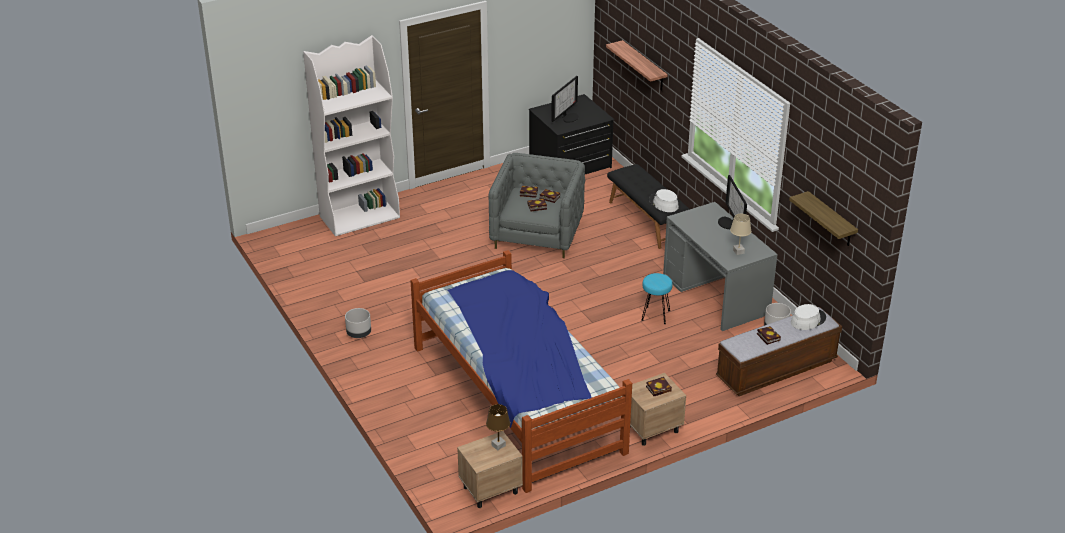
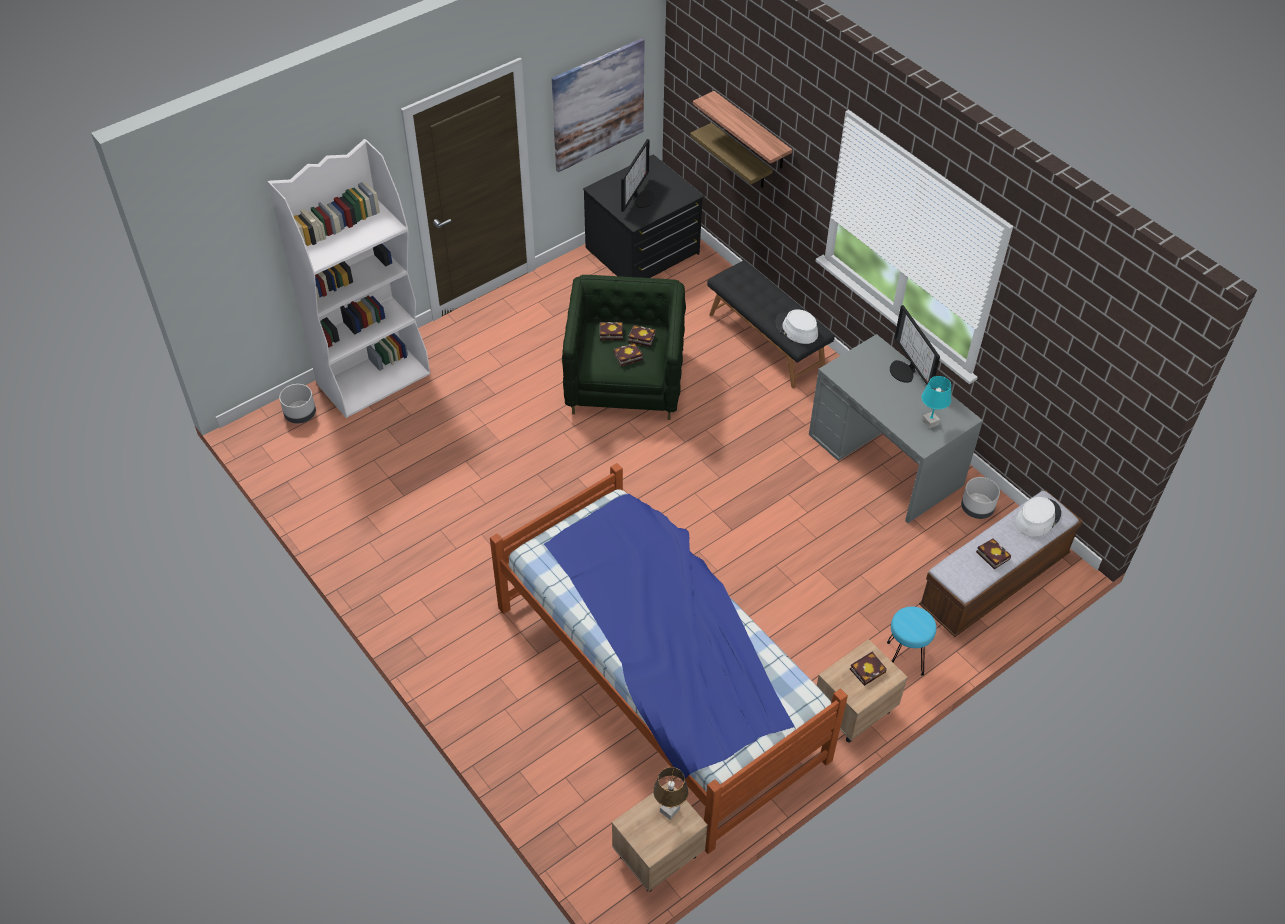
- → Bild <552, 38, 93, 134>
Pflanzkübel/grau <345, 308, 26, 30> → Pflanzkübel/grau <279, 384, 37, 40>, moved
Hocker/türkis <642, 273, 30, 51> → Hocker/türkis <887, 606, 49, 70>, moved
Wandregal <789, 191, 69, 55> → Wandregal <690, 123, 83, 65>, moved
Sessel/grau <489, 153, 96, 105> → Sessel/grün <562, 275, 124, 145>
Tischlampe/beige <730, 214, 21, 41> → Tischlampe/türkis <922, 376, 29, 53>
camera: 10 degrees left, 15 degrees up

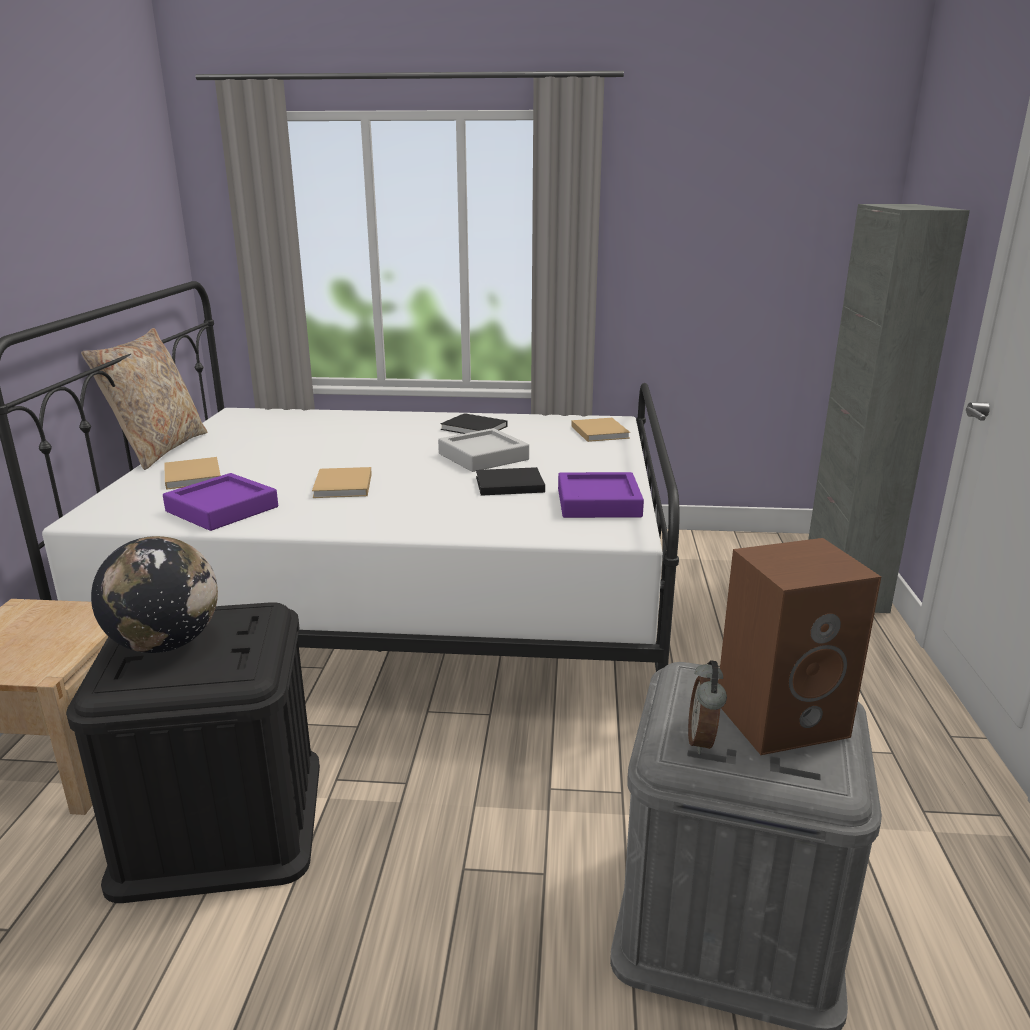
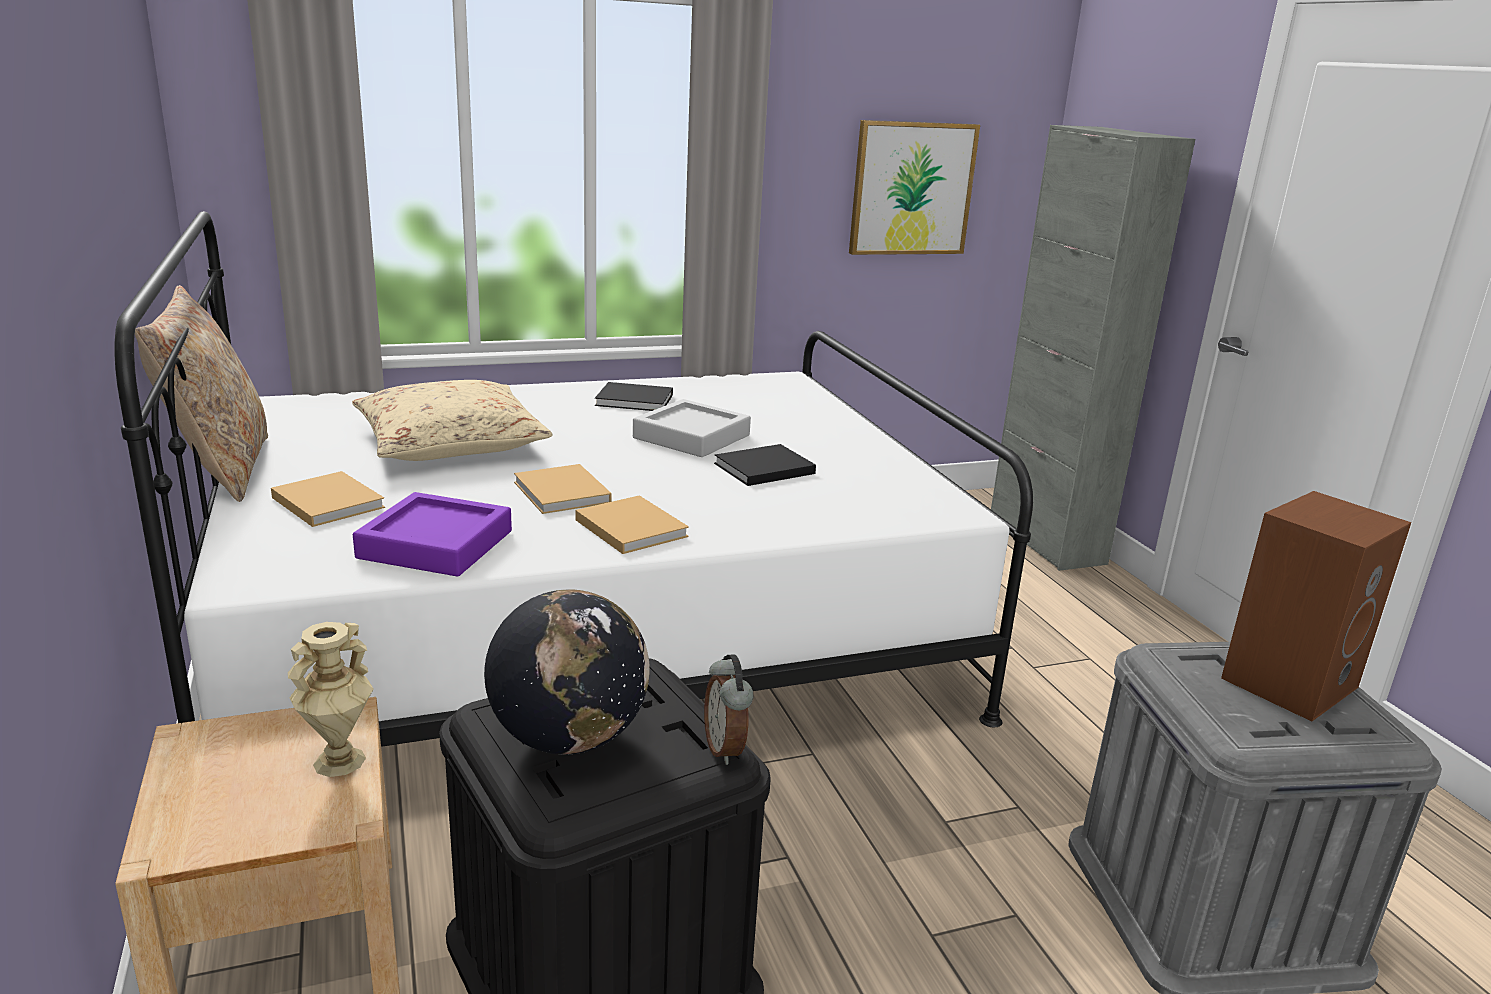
Tablett/lila <558, 472, 86, 46> → -
- → Vase/beige <288, 622, 85, 155>
- → Kissen/beige <352, 380, 200, 81>
- → Bild <849, 120, 131, 135>
Buch/beige <571, 418, 59, 24> → Buch/beige <575, 495, 114, 59>, moved
Wecker <688, 660, 39, 94> → Wecker <704, 655, 49, 110>, moved
camera: 25 degrees left, 0 degrees up

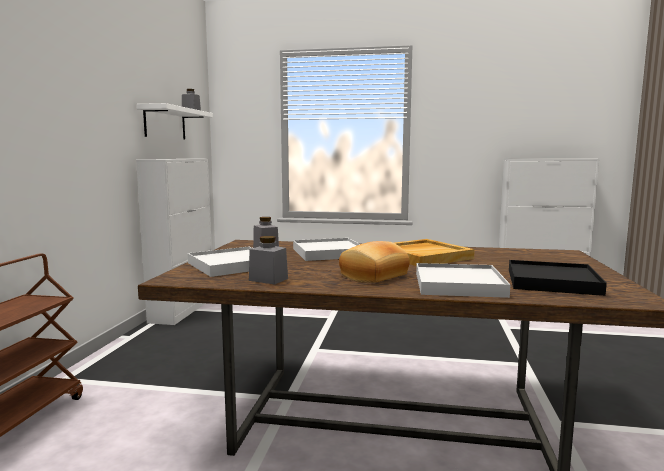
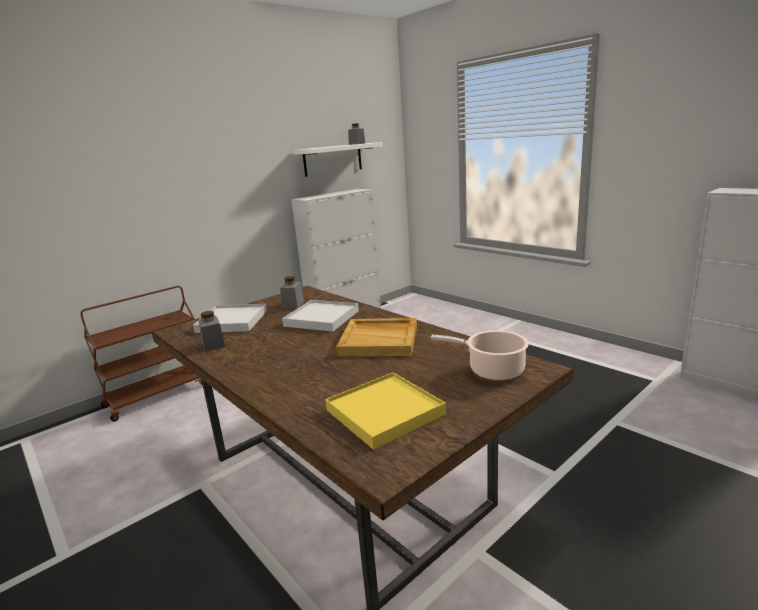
Brot <339, 241, 71, 42> → -
Tablett/weiß <416, 263, 95, 35> → -
- → Kochtopf <431, 330, 98, 50>
Tablett/schwarz <509, 260, 98, 36> → Tablett/gelb <325, 372, 121, 78>
camera: 40 degrees right, 10 degrees up

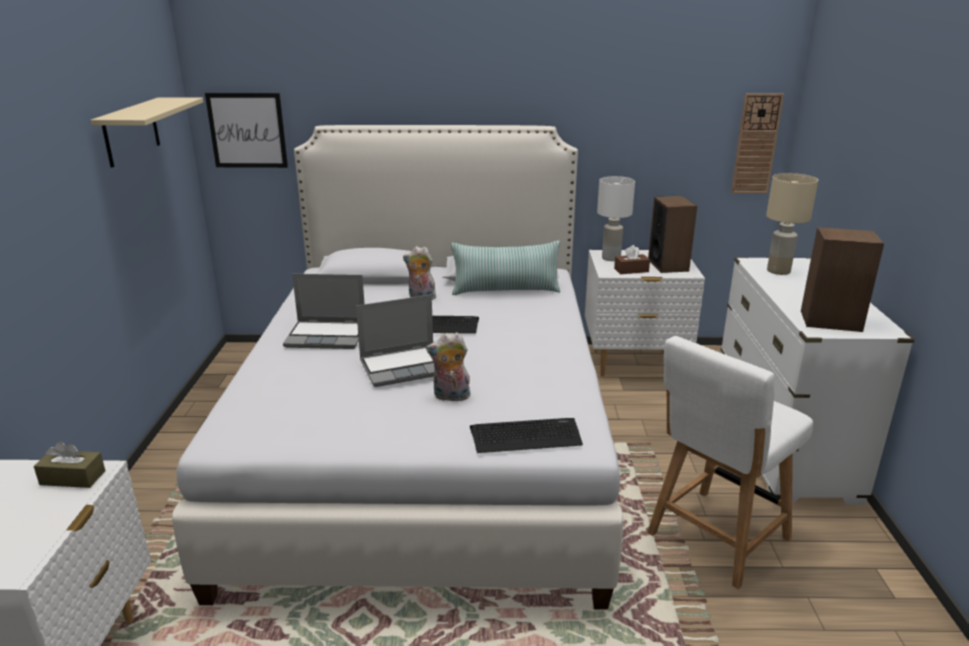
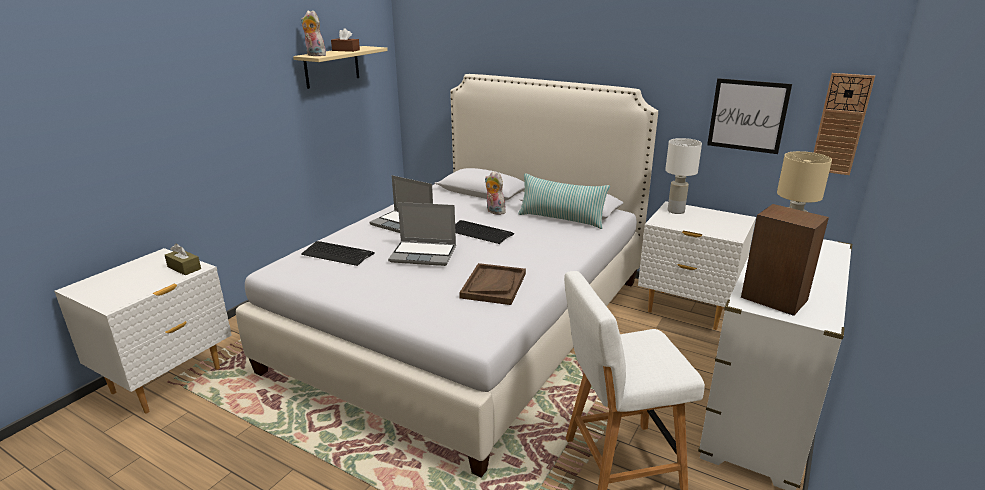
Lautsprecher <648, 196, 49, 77> → -
- → Tablett/braun <459, 263, 67, 42>
Bild <205, 93, 83, 75> → Bild <707, 78, 85, 76>, moved
Plüschtier <426, 332, 44, 69> → Plüschtier <301, 10, 25, 47>, moved
Tastatur <470, 418, 113, 35> → Tastatur <301, 241, 74, 25>, moved
Taschentuchbox/braun <614, 245, 36, 29> → Taschentuchbox/braun <331, 28, 29, 24>, moved
camera: 30 degrees right, 0 degrees up

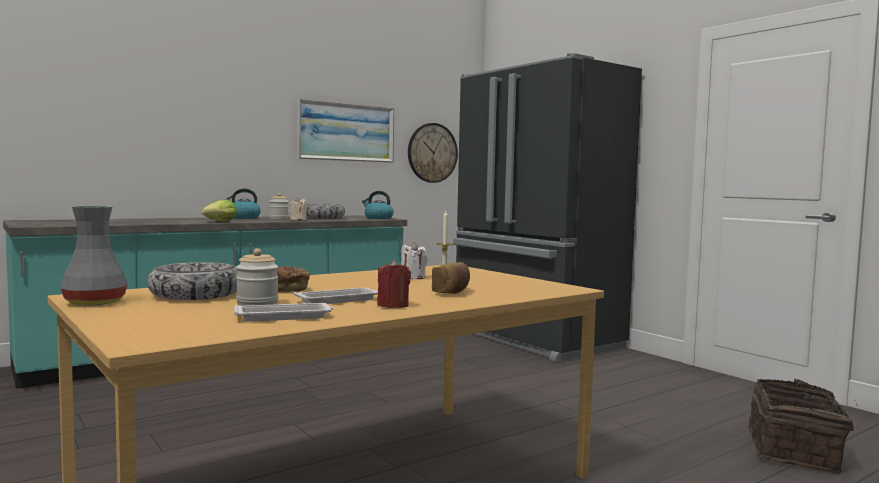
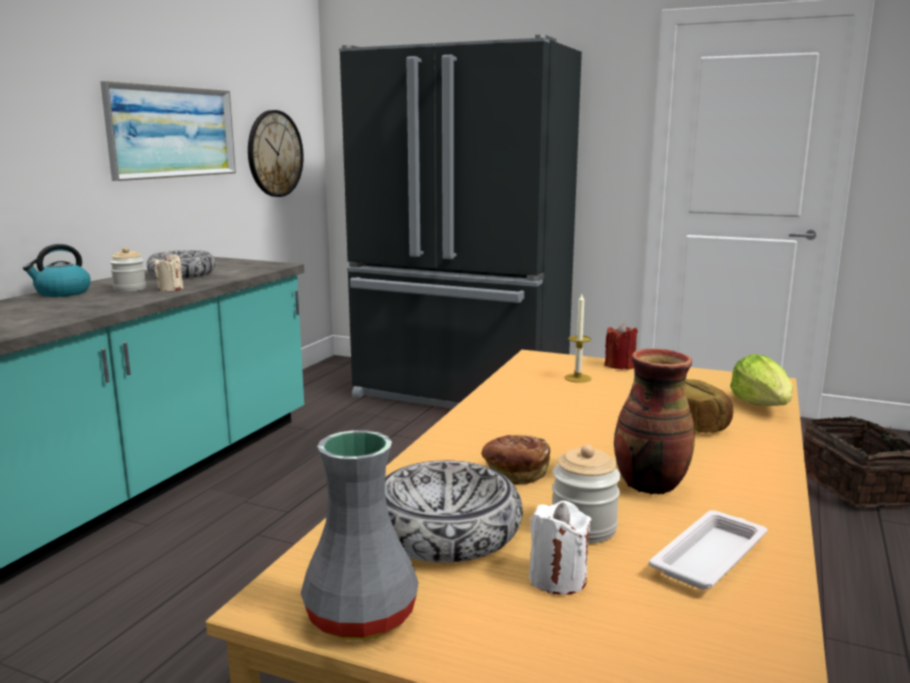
Wasserkessel <362, 191, 32, 28> → -
Salatkopf <201, 199, 36, 23> → Salatkopf <730, 354, 63, 52>, moved
Kerze/rot <377, 260, 34, 48> → Kerze/rot <605, 323, 33, 47>, moved
Kerze/weiß <401, 242, 27, 37> → Kerze/weiß <529, 501, 62, 94>, moved
Tablett/weiß <294, 288, 84, 16> → Vase <614, 349, 81, 145>
camera: 30 degrees left, 10 degrees up

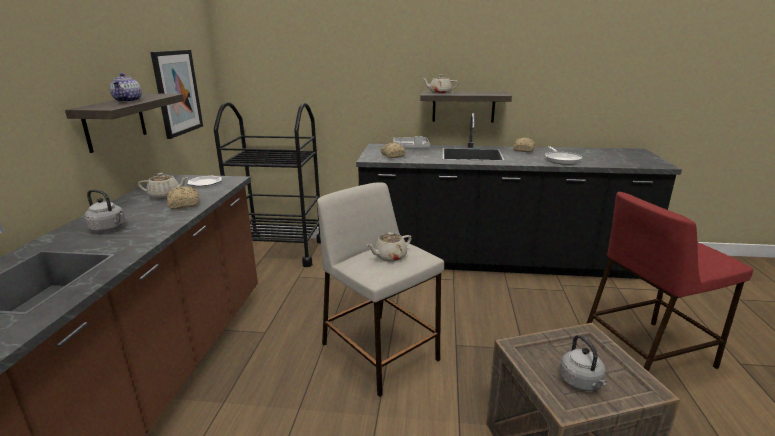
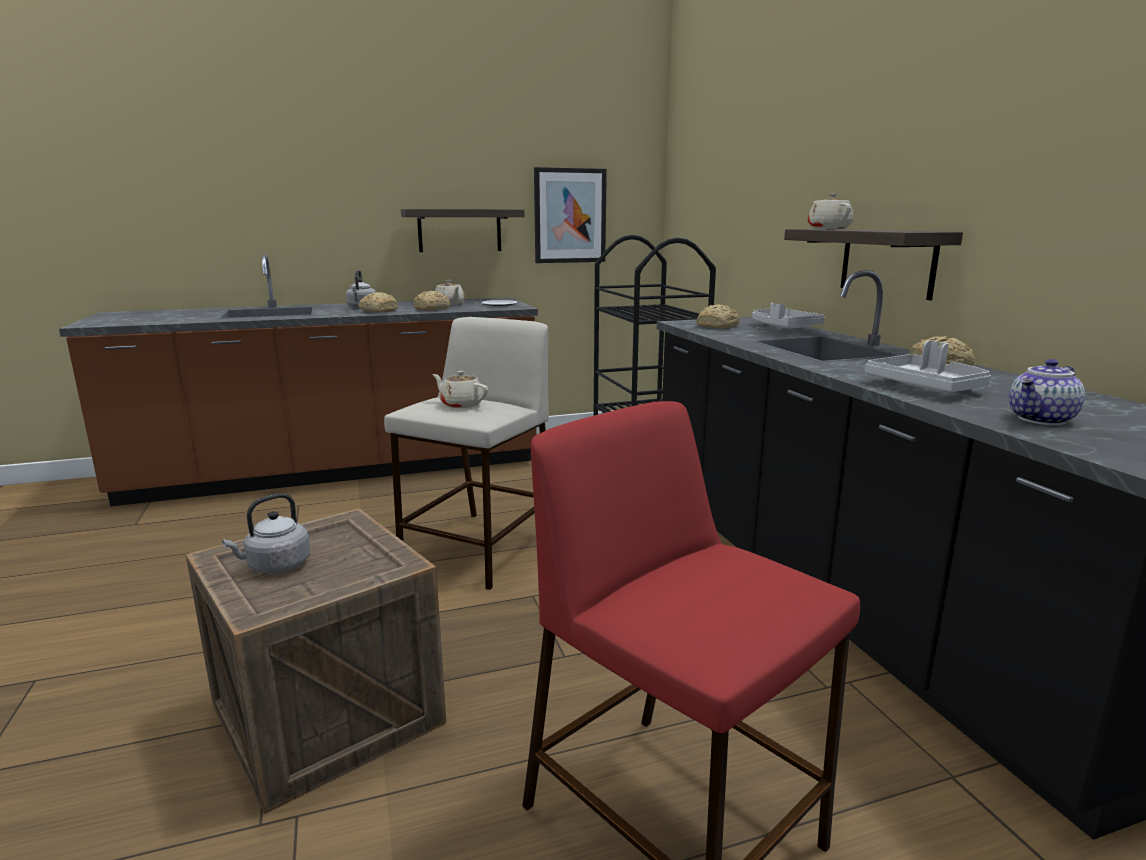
- → Brot <358, 292, 40, 20>
Teekanne <110, 73, 32, 29> → Teekanne <1009, 359, 76, 66>, moved
Pfanne <545, 146, 37, 19> → Tablett/grau <865, 340, 126, 52>
camera: 65 degrees right, 5 degrees down

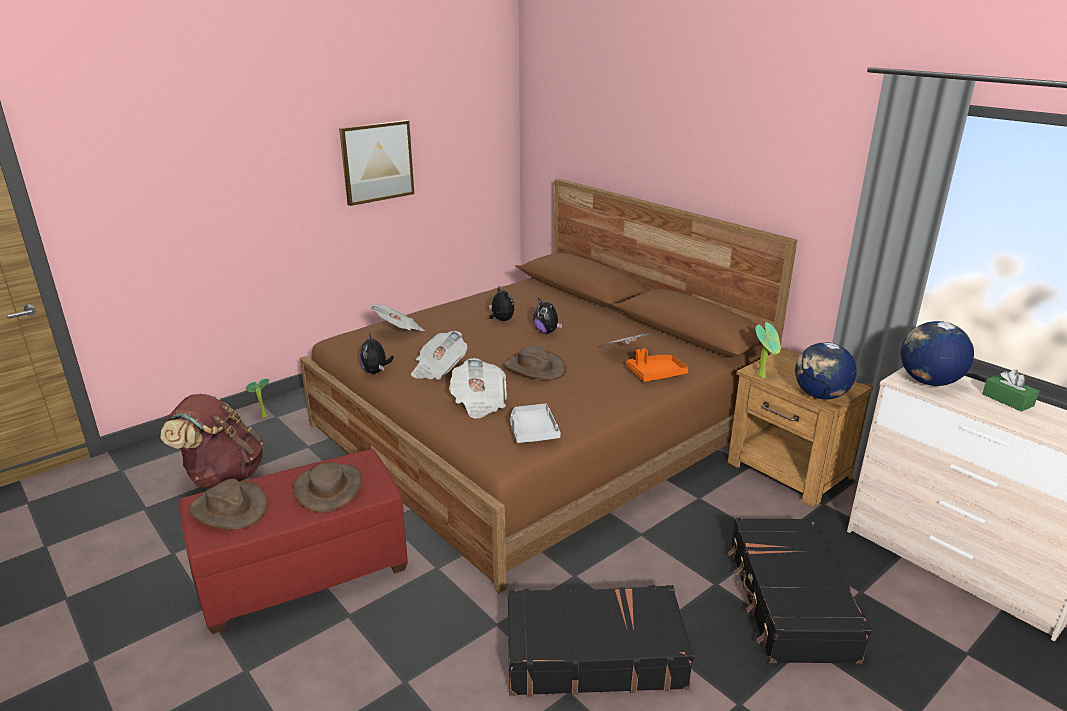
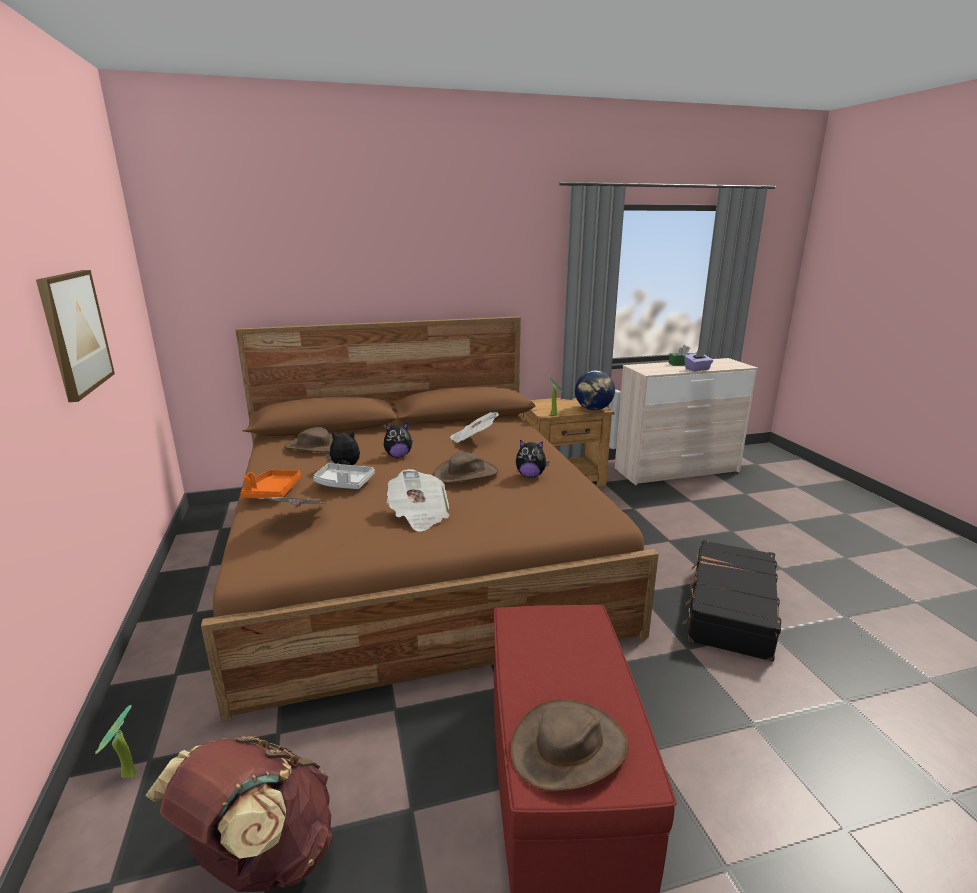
Zeitung <449, 358, 58, 61> → -
Koffer/schwarz <728, 518, 144, 146> → -
Globus <901, 321, 73, 65> → -
- → Taschentuchbox/lila <684, 351, 29, 20>
Hut/braun <293, 462, 69, 51> → Hut/braun <284, 427, 49, 25>, moved
Plüschtier <360, 333, 34, 41> → Plüschtier <516, 440, 34, 37>, moved
Tablett/grau <510, 404, 51, 39> → Tablett/grau <313, 463, 62, 26>, moved
Tablett/orange <626, 348, 62, 34> → Tablett/orange <241, 470, 60, 28>, moved
camera: 65 degrees left, 5 degrees down

